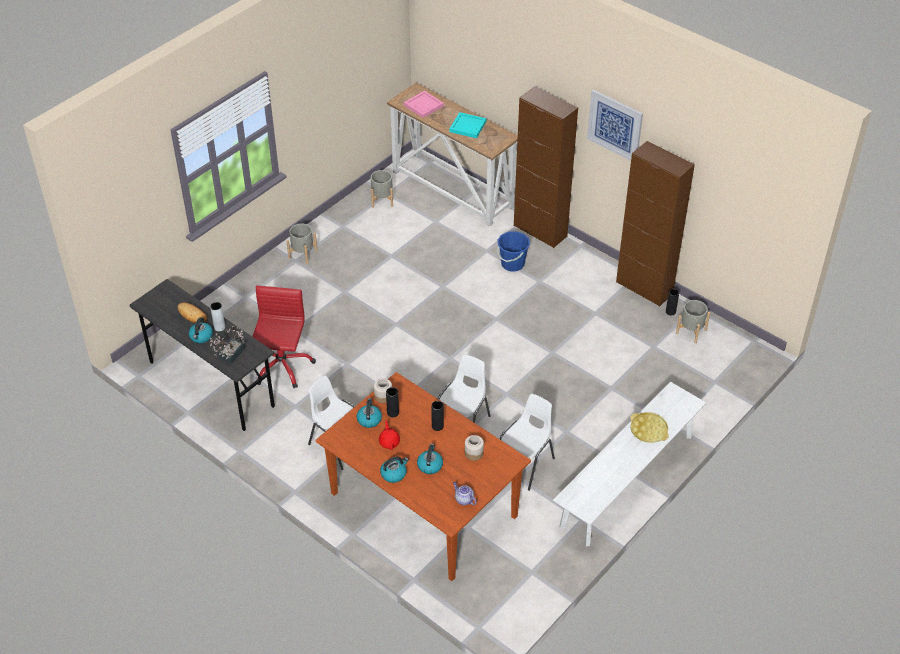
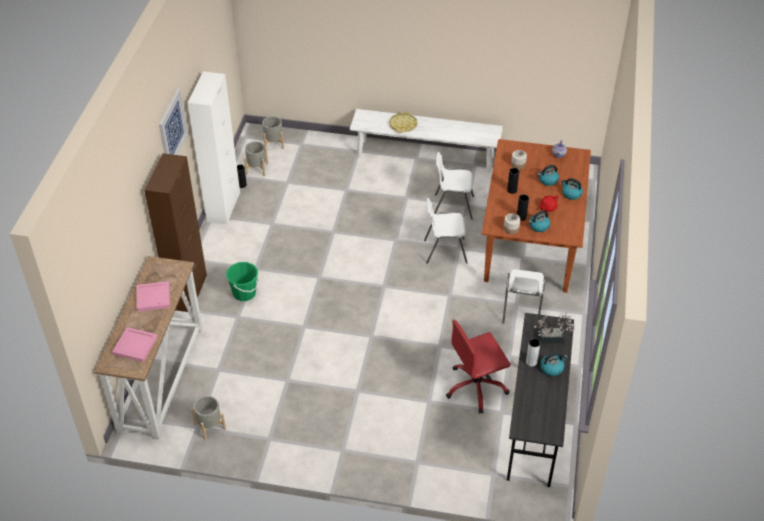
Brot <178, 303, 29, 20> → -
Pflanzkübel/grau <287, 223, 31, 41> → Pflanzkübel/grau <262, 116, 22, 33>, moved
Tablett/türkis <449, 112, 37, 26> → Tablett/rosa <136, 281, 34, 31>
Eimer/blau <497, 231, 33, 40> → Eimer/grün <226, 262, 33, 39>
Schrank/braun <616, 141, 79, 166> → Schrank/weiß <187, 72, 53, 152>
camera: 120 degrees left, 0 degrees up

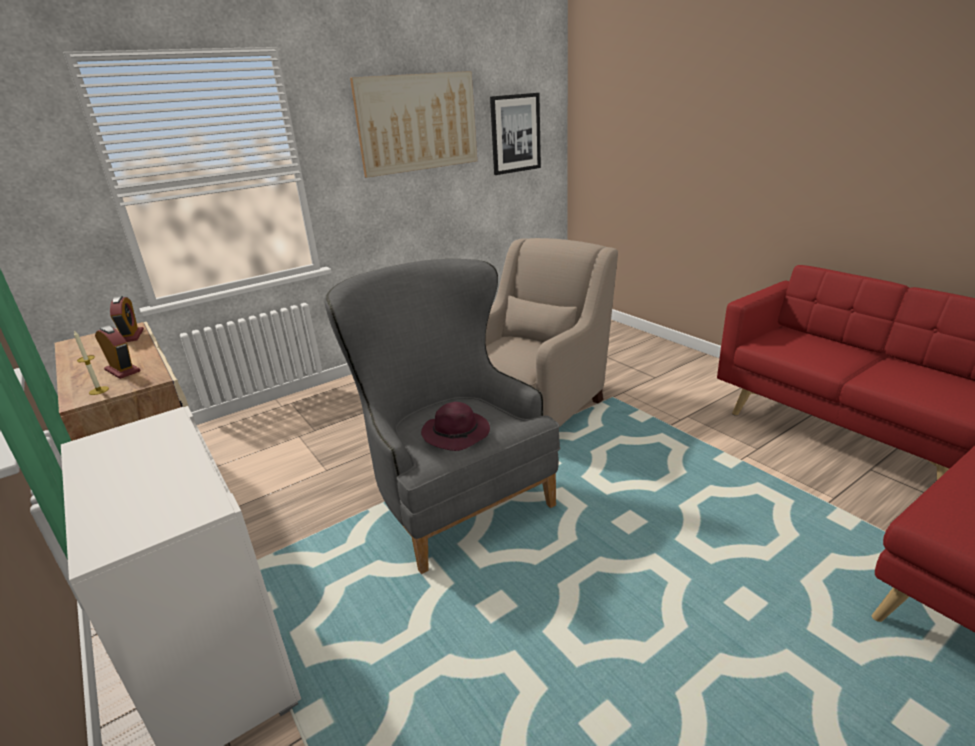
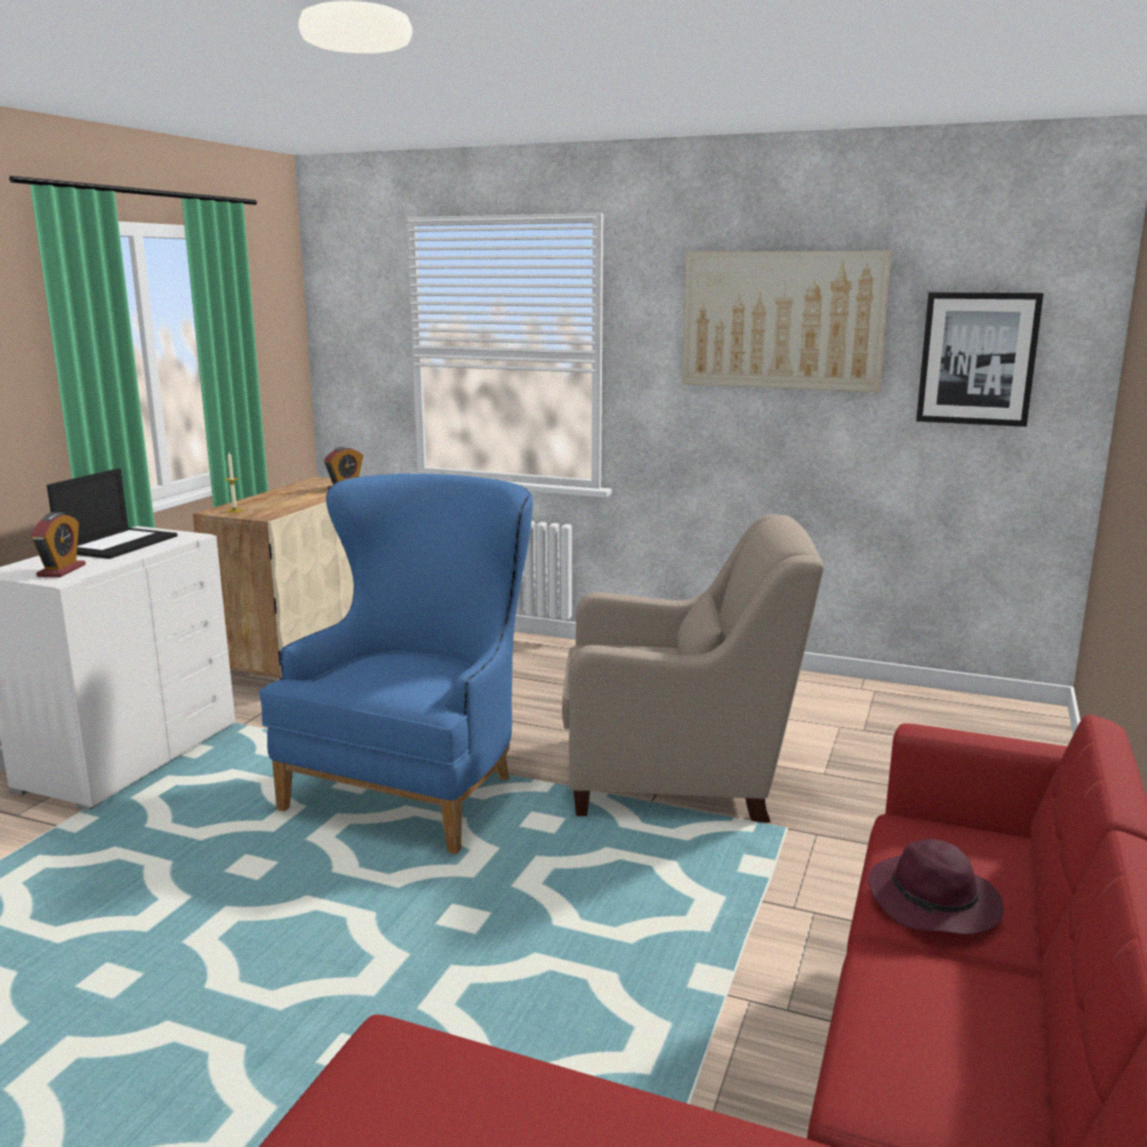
- → Laptop <47, 468, 130, 91>
Wecker <95, 326, 45, 53> → Wecker <31, 512, 55, 65>, moved
Hut/lila <421, 402, 69, 49> → Hut/lila <868, 839, 136, 96>, moved
Sessel/grau <324, 259, 237, 315> → Sessel/blau <259, 474, 274, 380>
camera: 55 degrees right, 10 degrees down

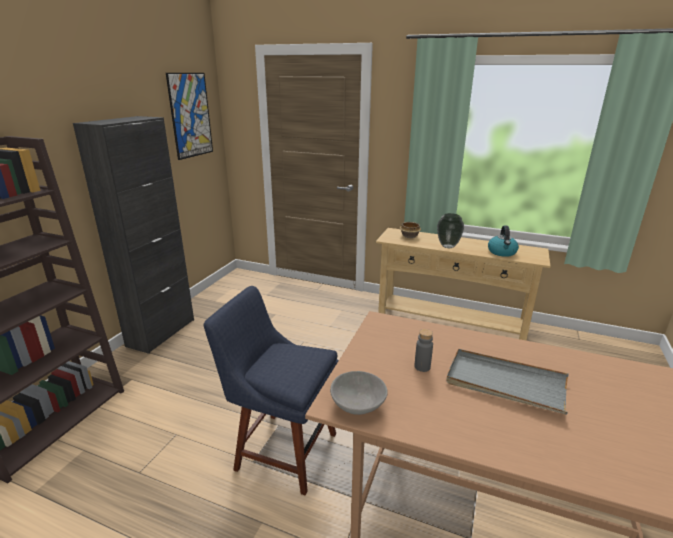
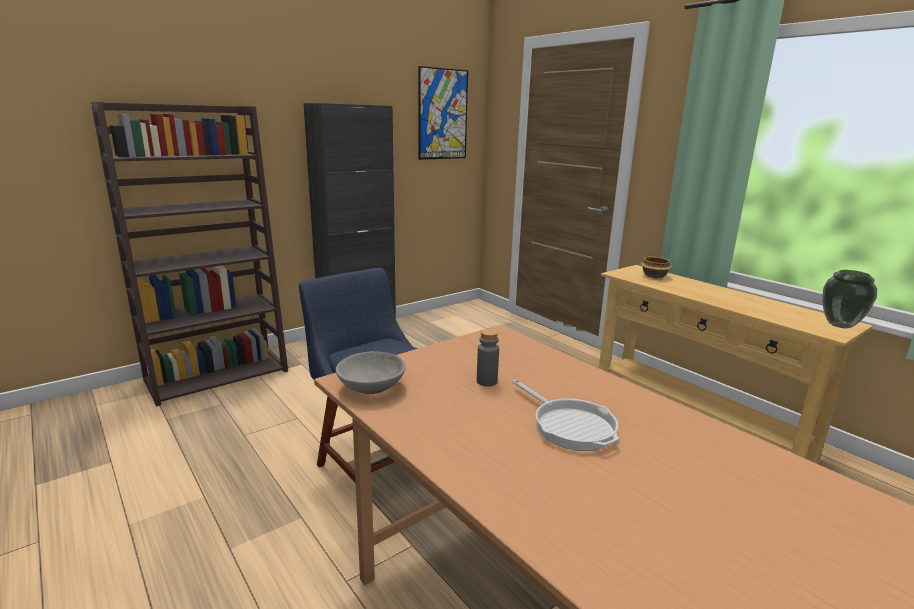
Wasserkessel <488, 225, 31, 32> → -
Vase <437, 213, 27, 35> → Vase <822, 270, 55, 58>, moved
Tablett/grau <446, 349, 123, 66> → Pfanne <513, 380, 106, 71>
camera: 30 degrees right, 5 degrees down

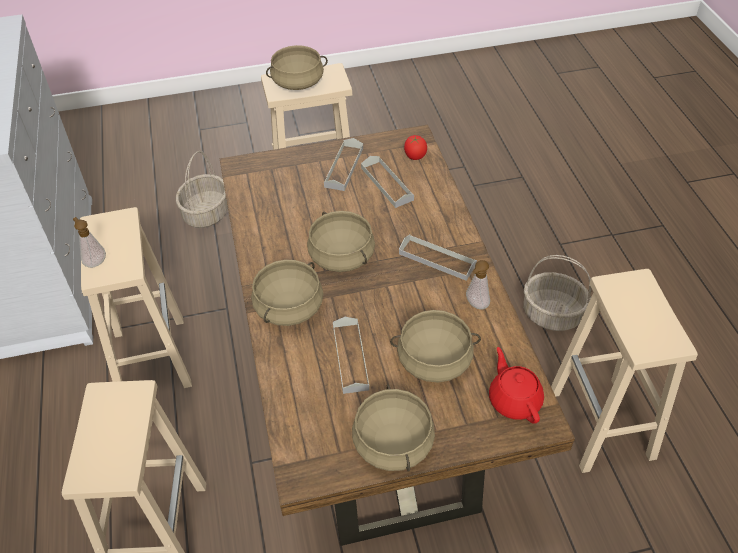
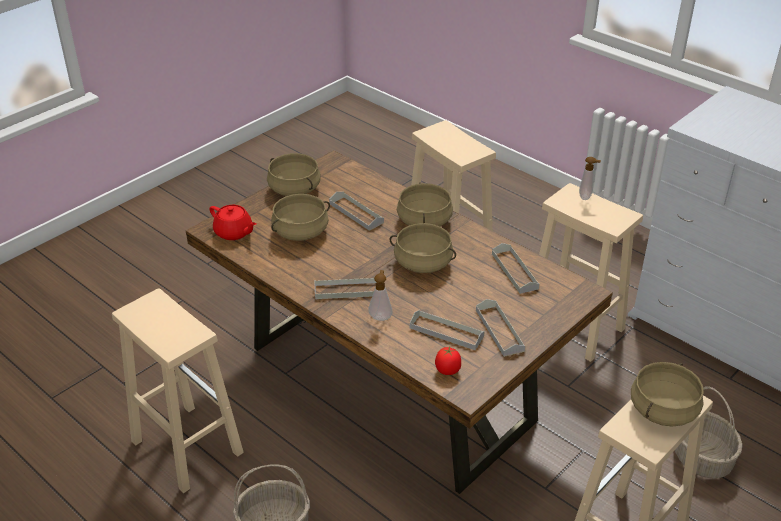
- → Tablett/grau <492, 243, 48, 51>
Seifenspender <466, 260, 24, 49> → Seifenspender <369, 270, 24, 51>, moved
camera: 145 degrees right, 10 degrees down

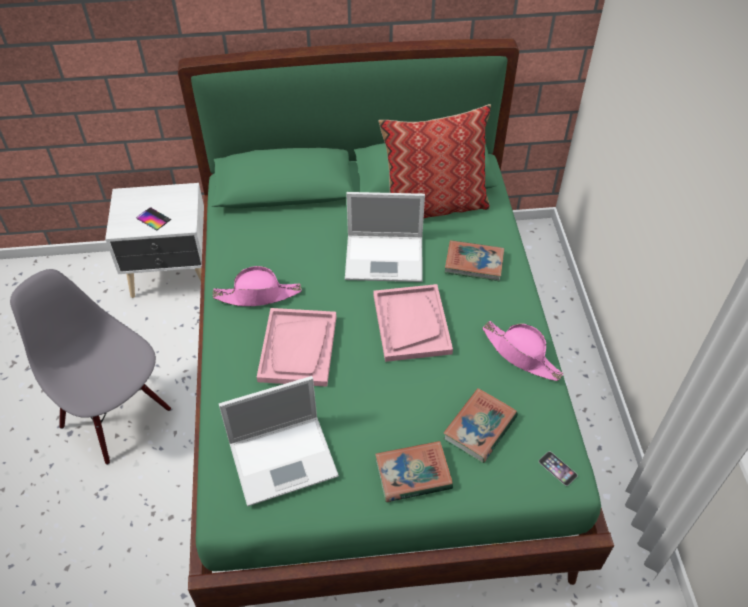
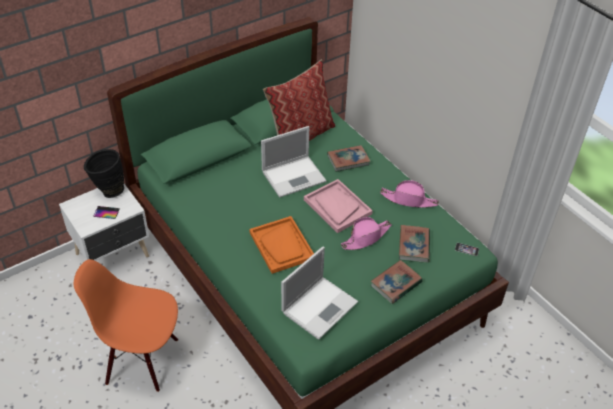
- → Vase/schwarz <84, 149, 40, 49>
Hut/rosa <213, 266, 89, 40> → Hut/rosa <341, 217, 51, 33>, moved
Stuhl/grau <10, 269, 161, 196> → Stuhl/orange <74, 259, 104, 133>
Tablett/rosa <257, 308, 80, 79> → Tablett/orange <250, 216, 64, 58>
camera: 30 degrees left, 5 degrees down

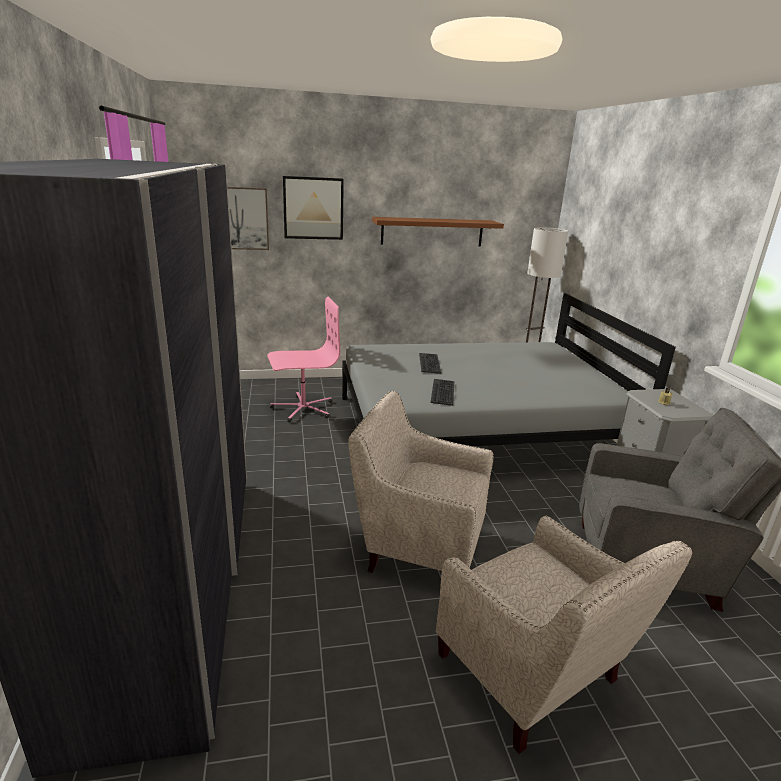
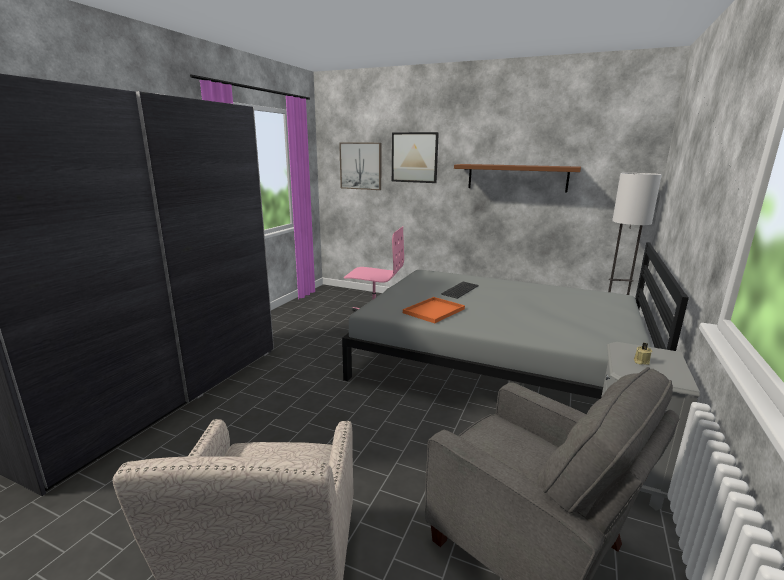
Sessel/beige <348, 391, 146, 182> → -
Tastatur <430, 379, 24, 27> → Tablett/orange <403, 297, 62, 26>
camera: 35 degrees right, 5 degrees down

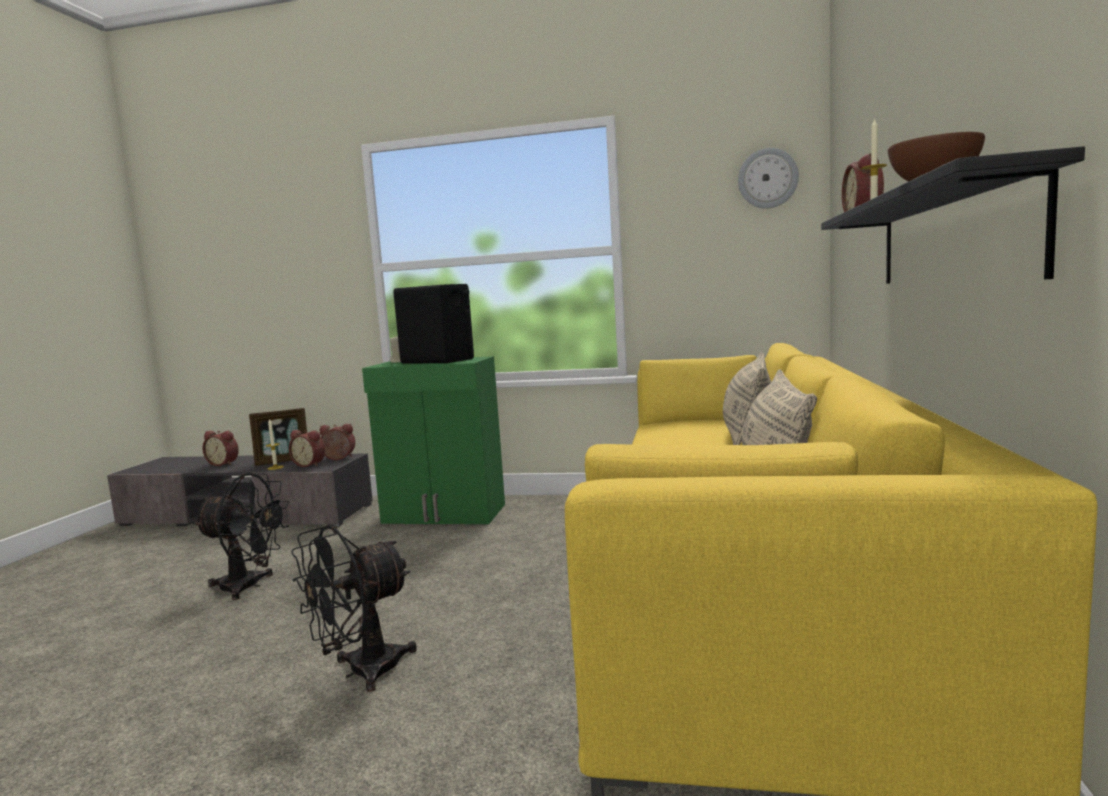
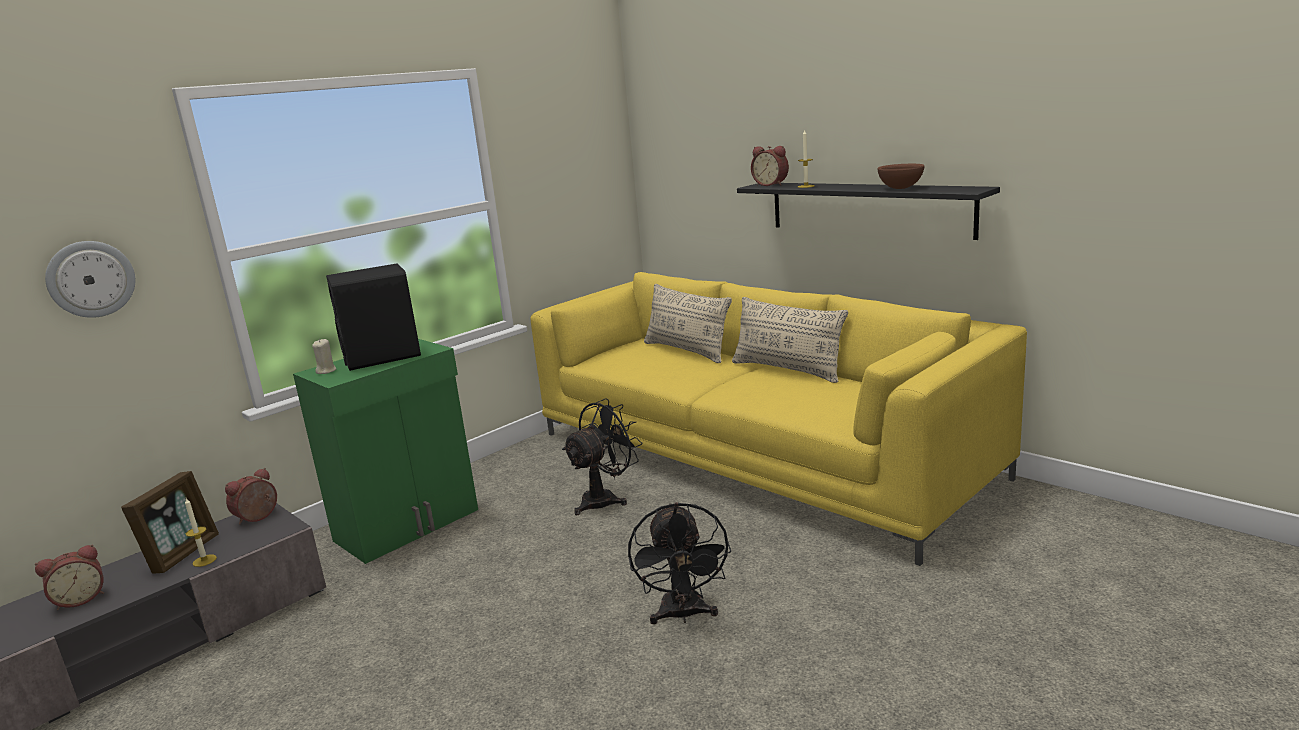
Wecker <289, 430, 36, 37> → -
Ventilator/schwarz <193, 473, 97, 127> → Ventilator/schwarz <562, 398, 80, 117>, moved
Wanduhr <738, 148, 61, 61> → Wanduhr <45, 241, 90, 77>, moved
camera: 55 degrees left, 10 degrees up

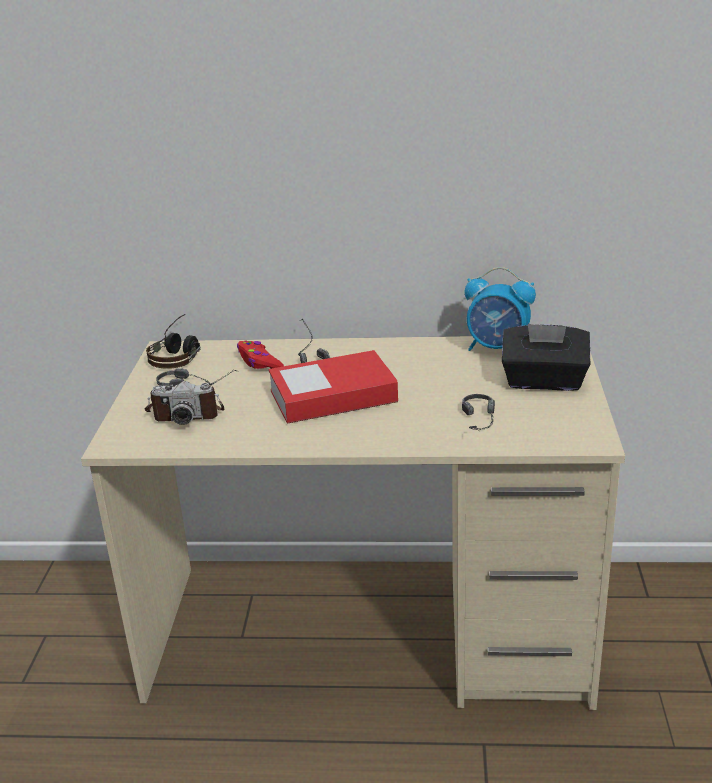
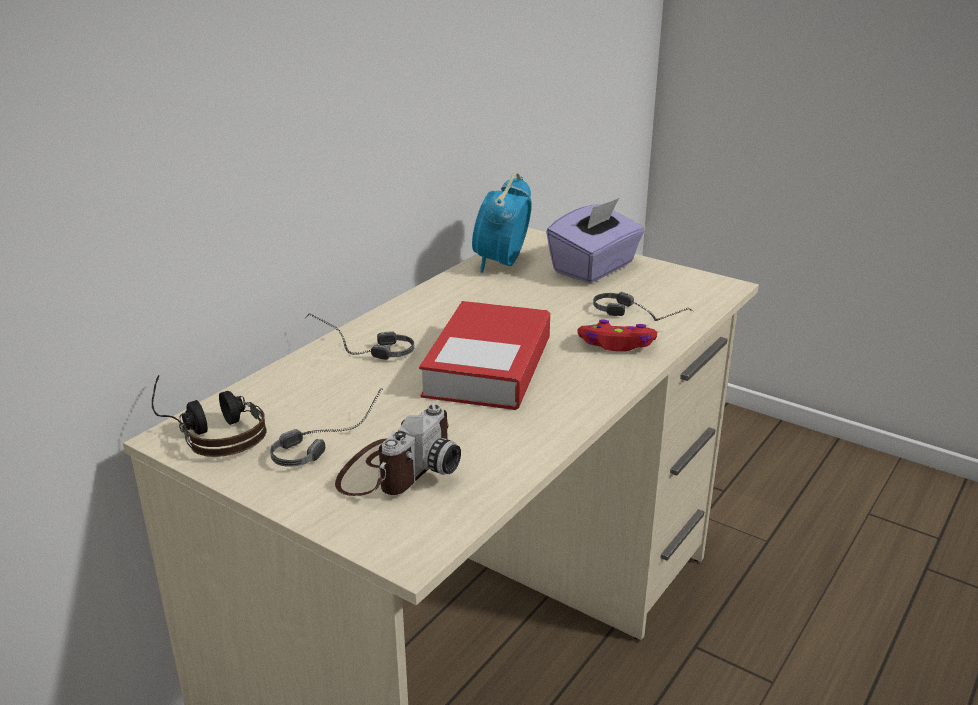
Gamepad/rot <237, 341, 47, 28> → Gamepad/rot <578, 319, 79, 32>, moved
Taschentuchbox/schwarz <502, 324, 88, 67> → Taschentuchbox/lila <546, 198, 98, 85>
Wecker <465, 267, 71, 84> → Wecker <472, 172, 60, 101>, 150 degrees clockwise
camera: 60 degrees left, 0 degrees up

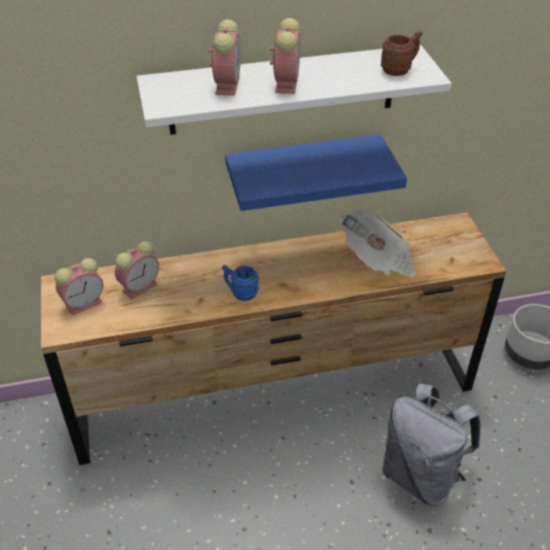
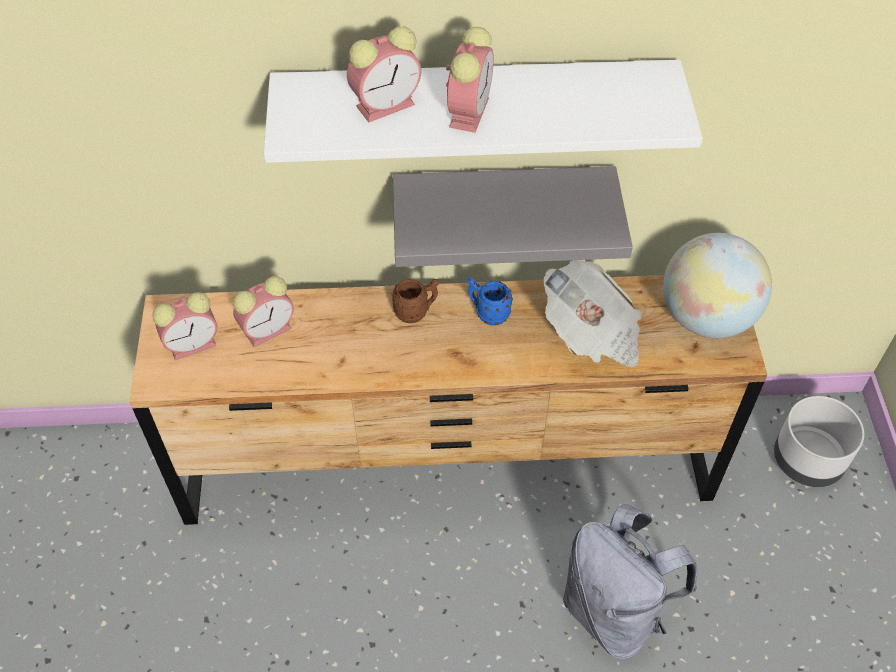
- → Globus <663, 233, 109, 105>
Henkelbecher/blau <222, 265, 37, 36> → Henkelbecher/blau <467, 277, 46, 48>, moved
Henkelbecher/braun <381, 30, 41, 46> → Henkelbecher/braun <392, 279, 47, 44>, moved
Wandregal/blau <225, 134, 182, 77> → Wandregal/grau <393, 166, 240, 101>
Wecker <209, 19, 32, 77> → Wecker <347, 26, 74, 96>, 45 degrees clockwise
camera: 10 degrees right, 10 degrees up

